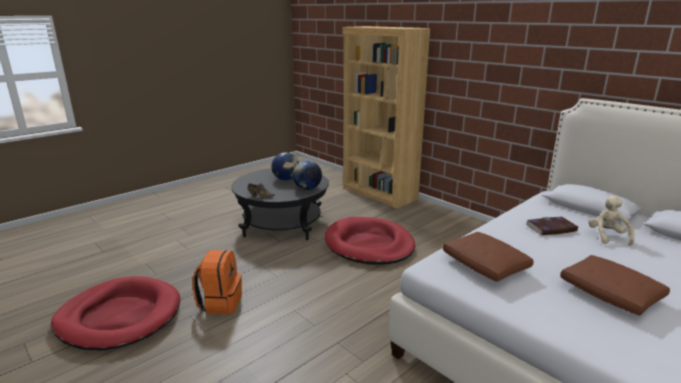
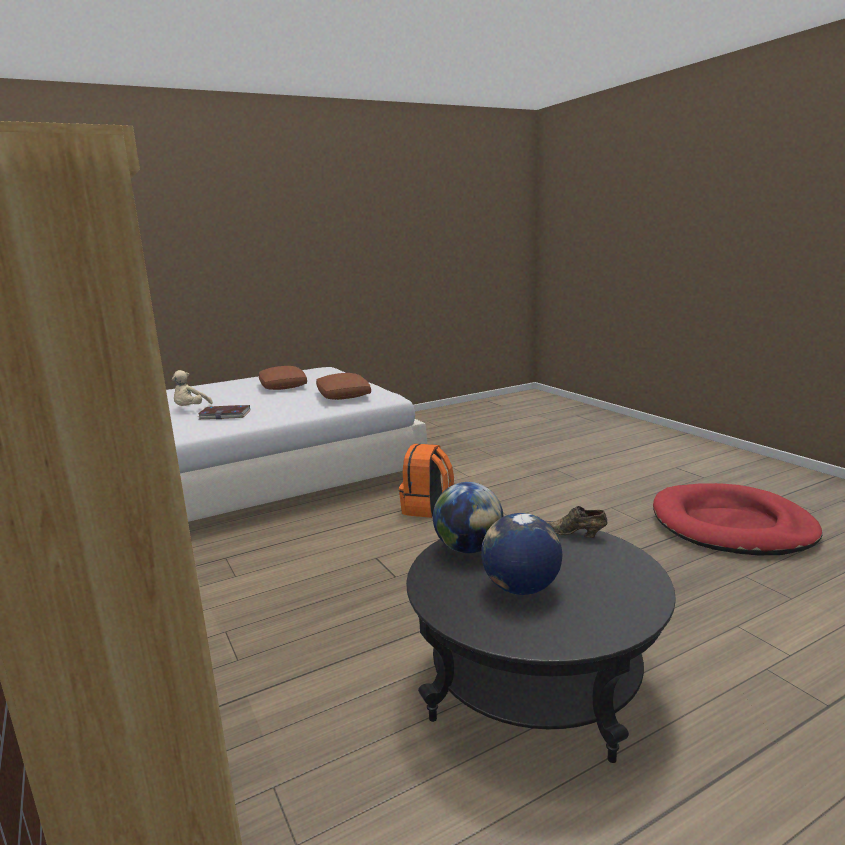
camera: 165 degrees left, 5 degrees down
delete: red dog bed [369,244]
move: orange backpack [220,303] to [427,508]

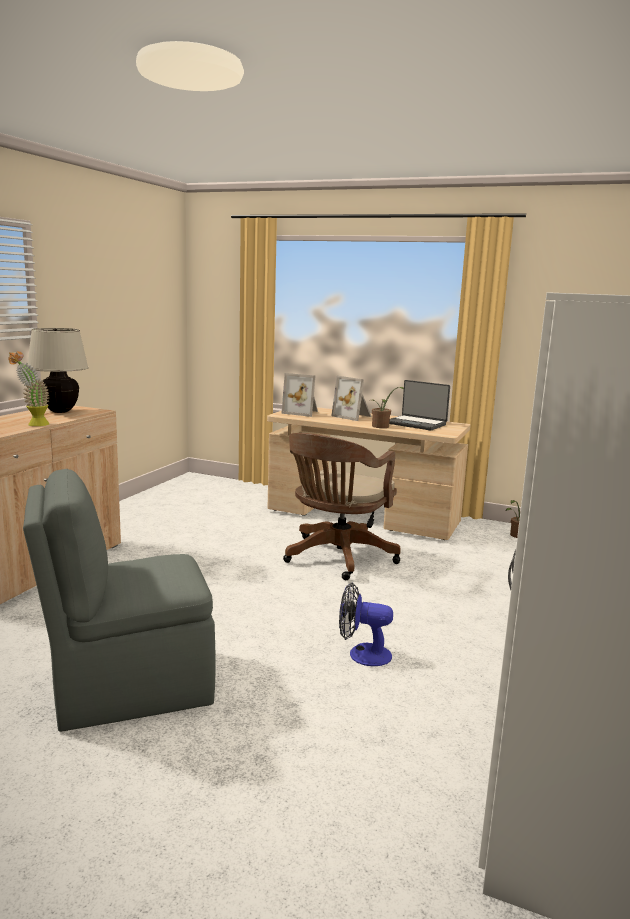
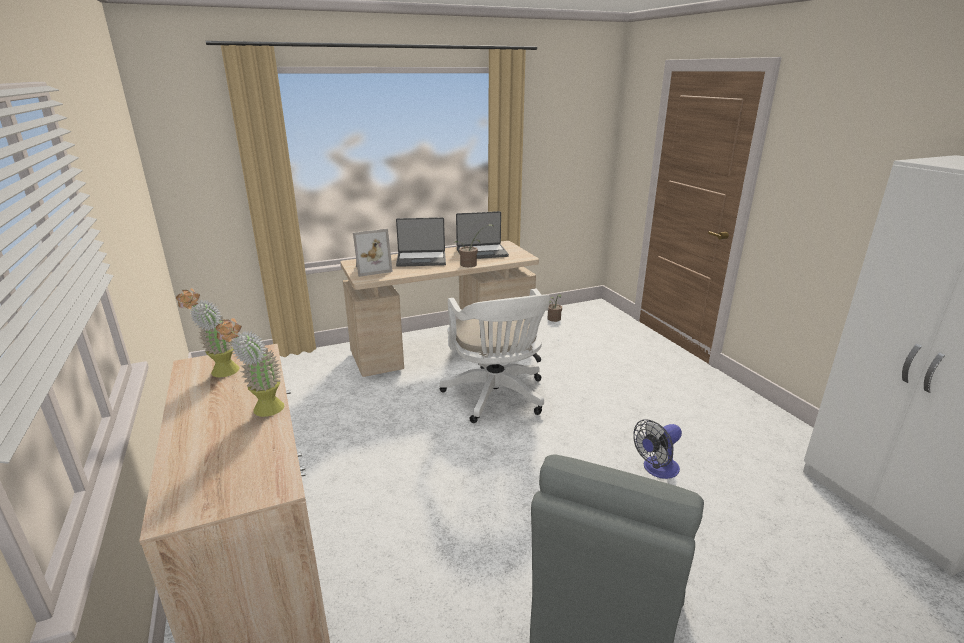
camera: 45 degrees left, 10 degrees up
replace: beige table lamp [60,411] to potted plant [220,374]; picture frame [353,416] to laptop [421,260]
recolor: brown office chair [337,558] to white office chair [497,397]

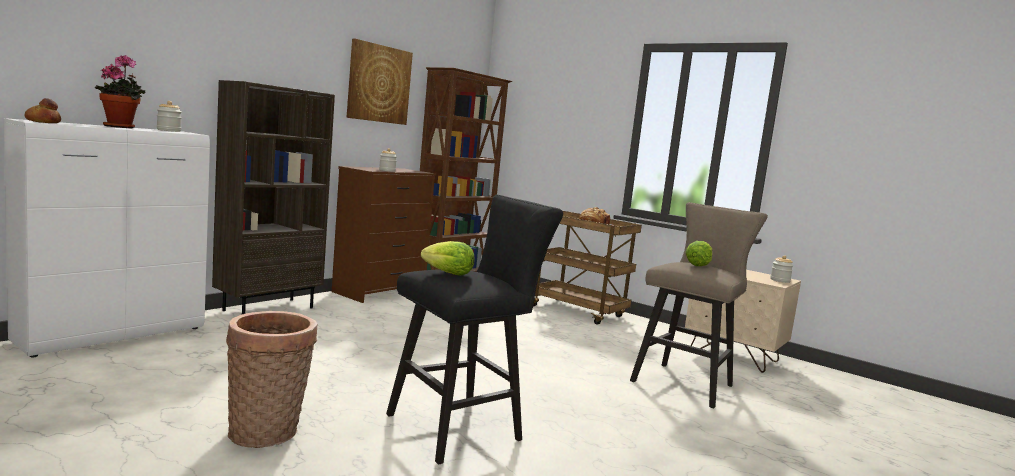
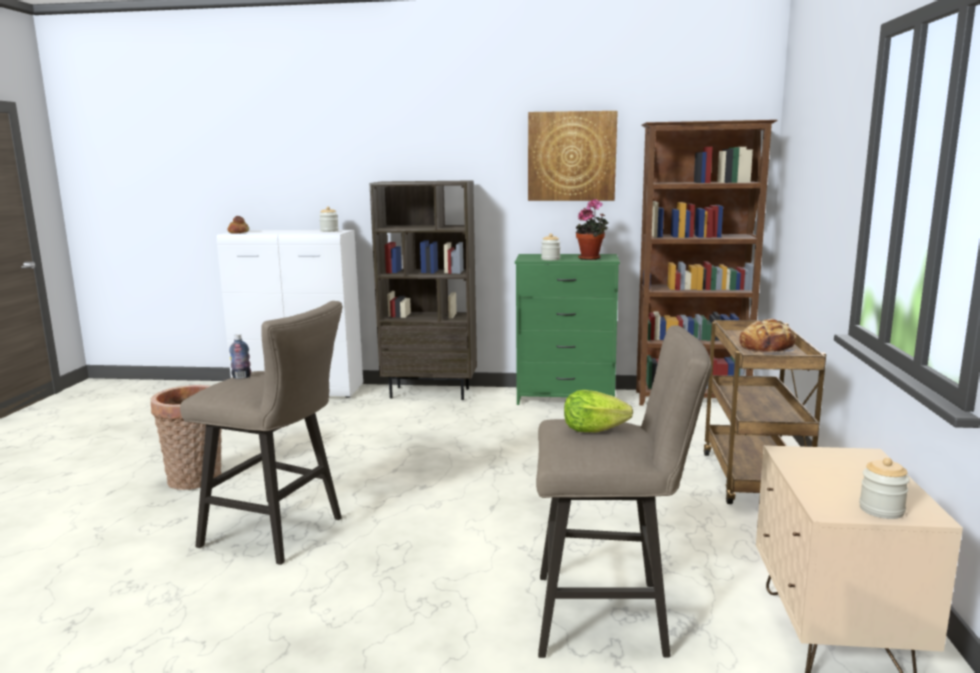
camera: 60 degrees right, 5 degrees up
move: potted plant [121,127] to [591,258]
replace: lettuce [448,274] to bottle [241,377]
recolor: black stool [462,427] to beige stool [281,533]; brown dresser [380,292] to green dresser [565,397]

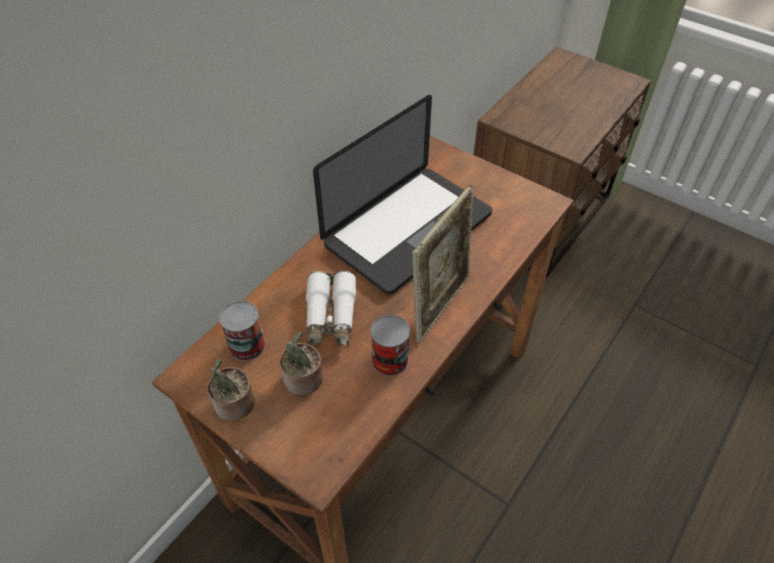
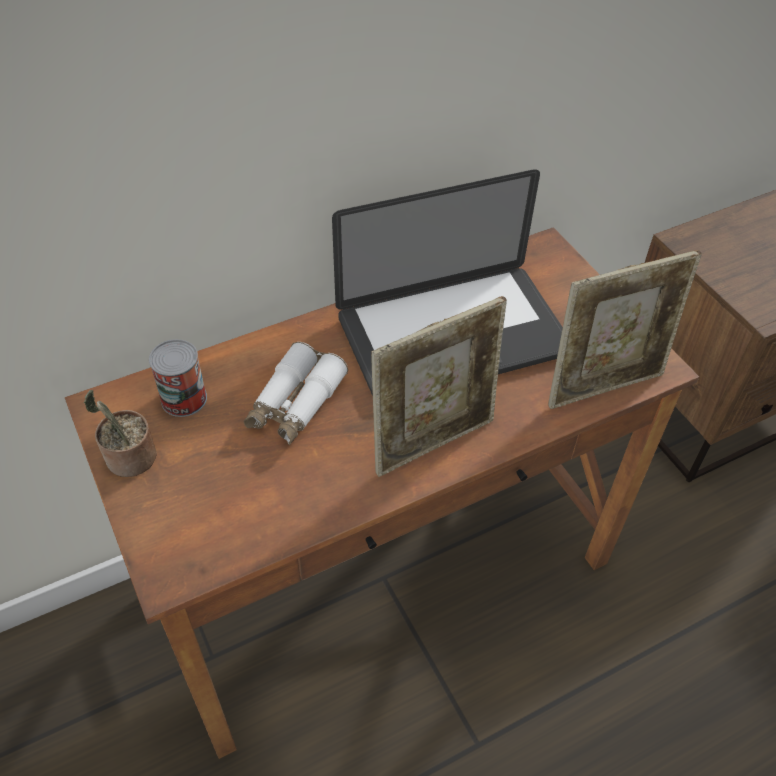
camera: 25 degrees right, 0 degrees up
delete: potted plant [304,381]; can [389,360]
insert: picture frame [604,385]

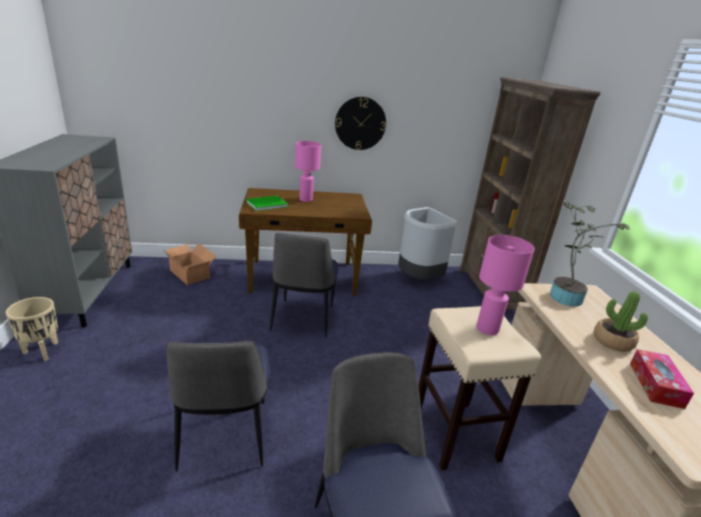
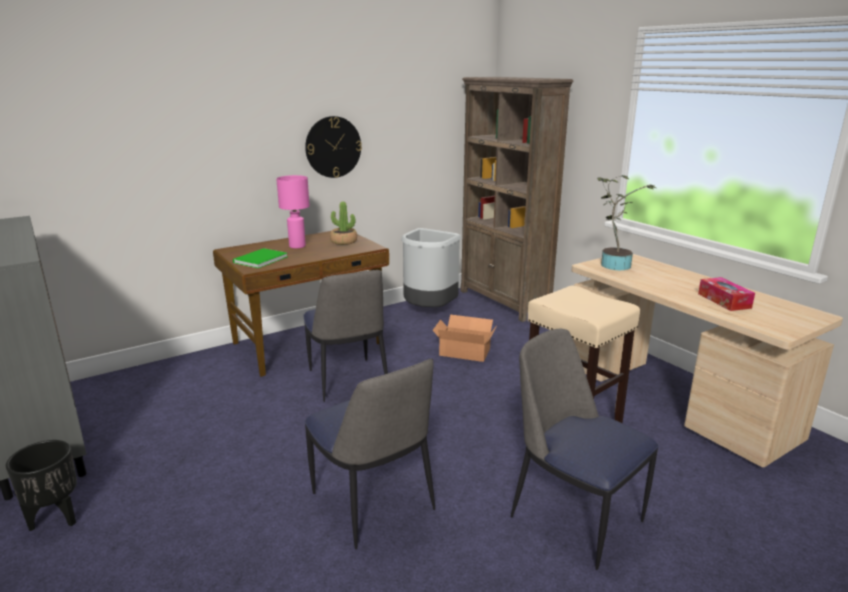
camera: 25 degrees left, 5 degrees down
delete: pink table lamp [487,329]
move: potted plant [612,341] to [343,242]; cardboard box [191,273] to [464,351]
recolor: beige planter [43,351] to black planter [56,518]

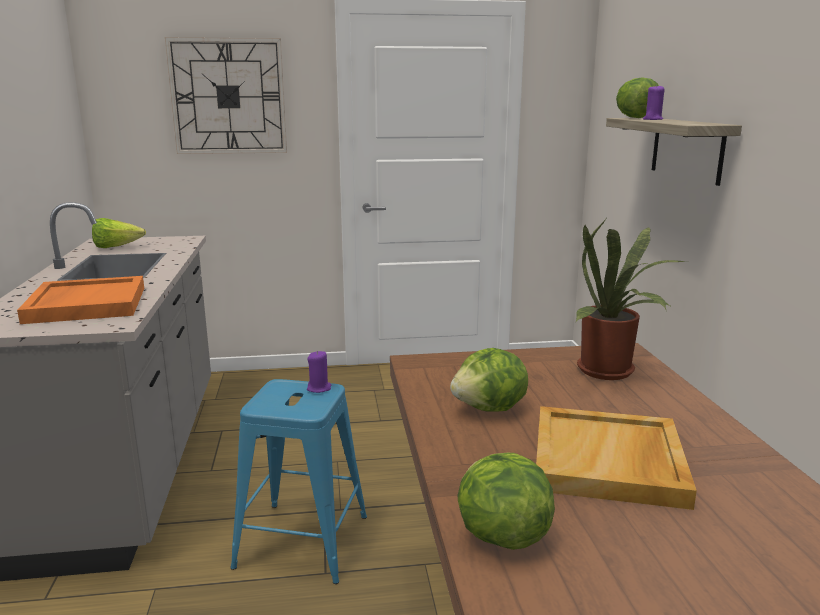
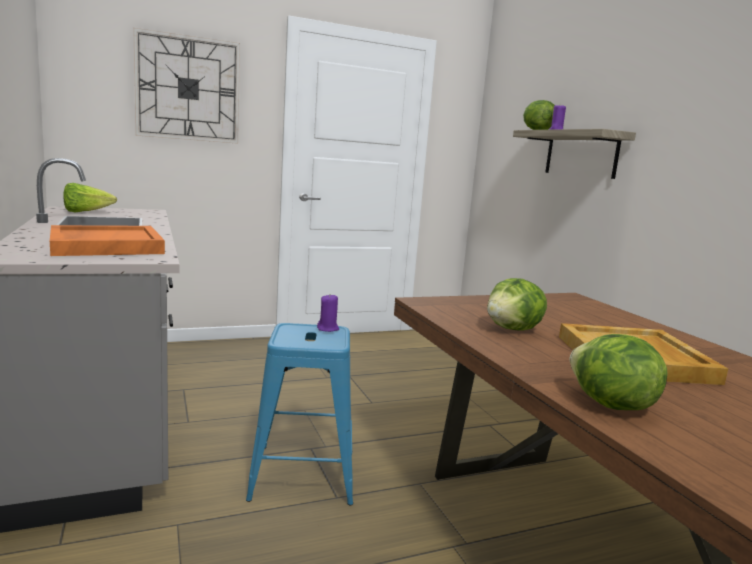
camera: 15 degrees left, 5 degrees down
delete: potted plant [611,372]

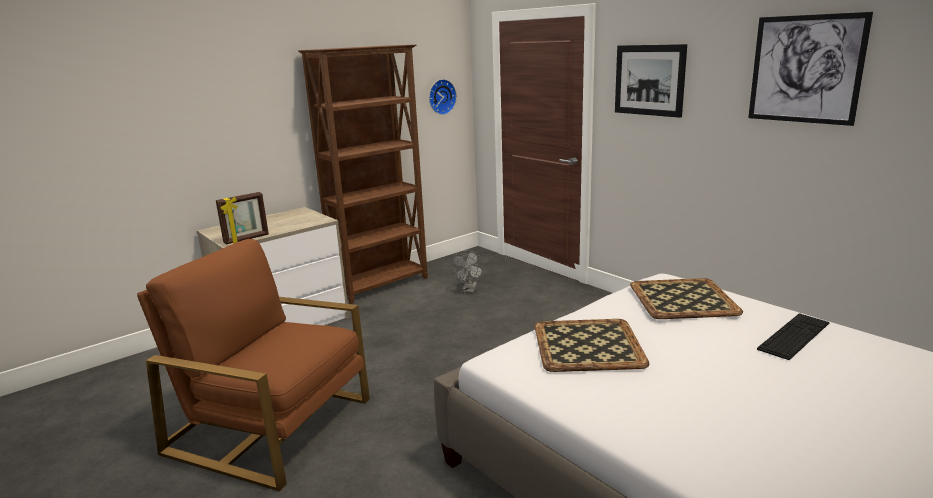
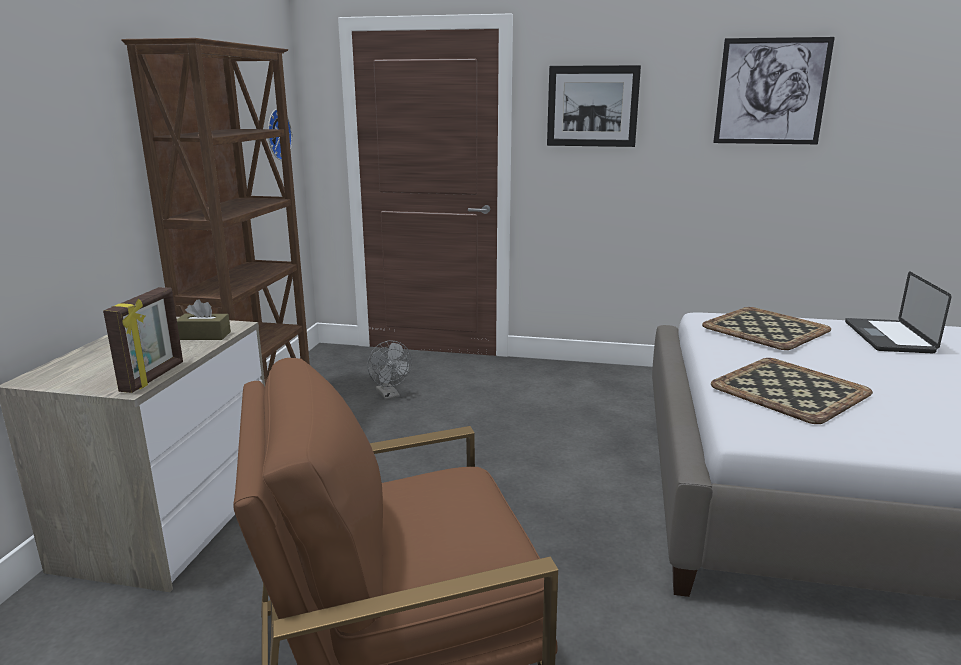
camera: 40 degrees left, 0 degrees up
insert: brown tissue box [204,336]
replace: keyboard [794,336] to laptop [888,337]

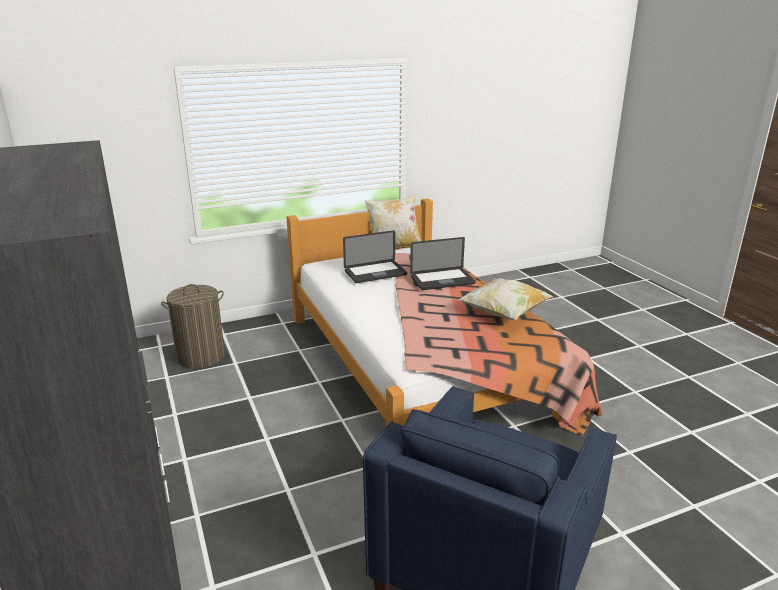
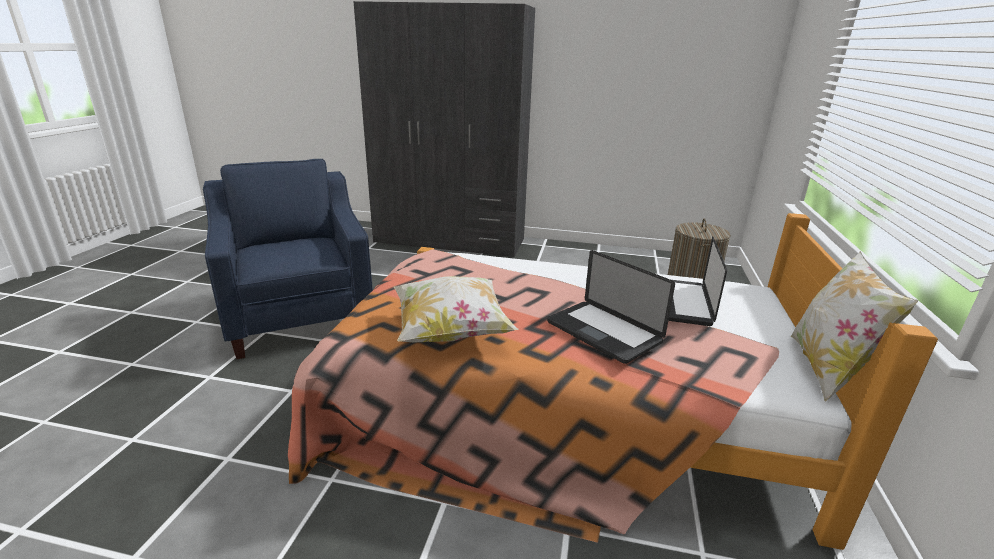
camera: 125 degrees right, 0 degrees up
rotate: laptop [442,280] = [603,332] 60 degrees counterclockwise

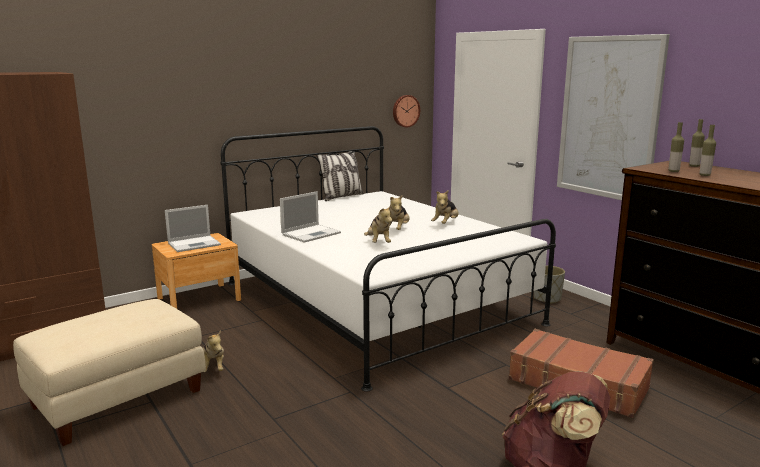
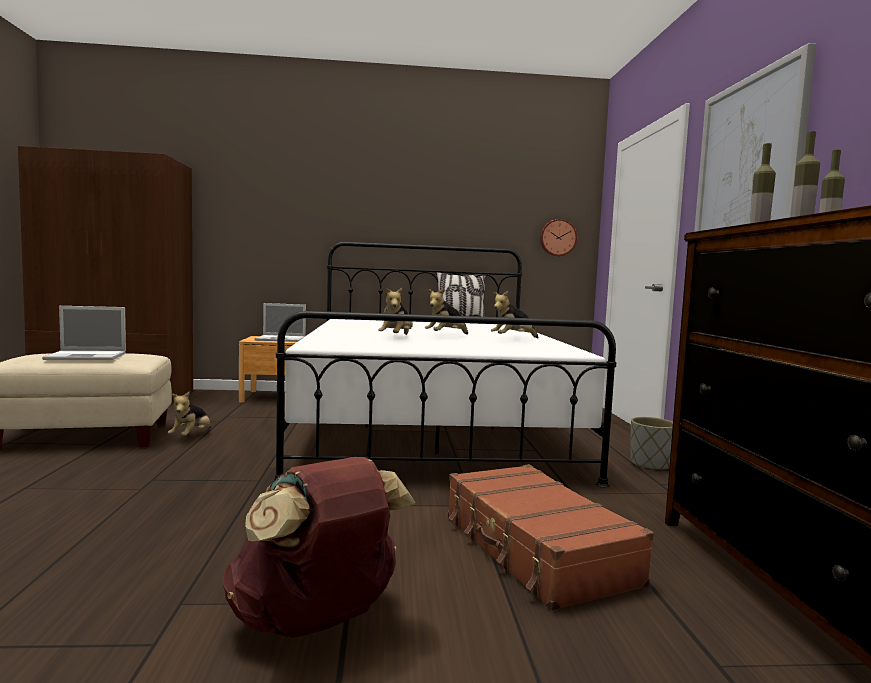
camera: 30 degrees right, 10 degrees down
move: laptop [312,233] to [88,356]

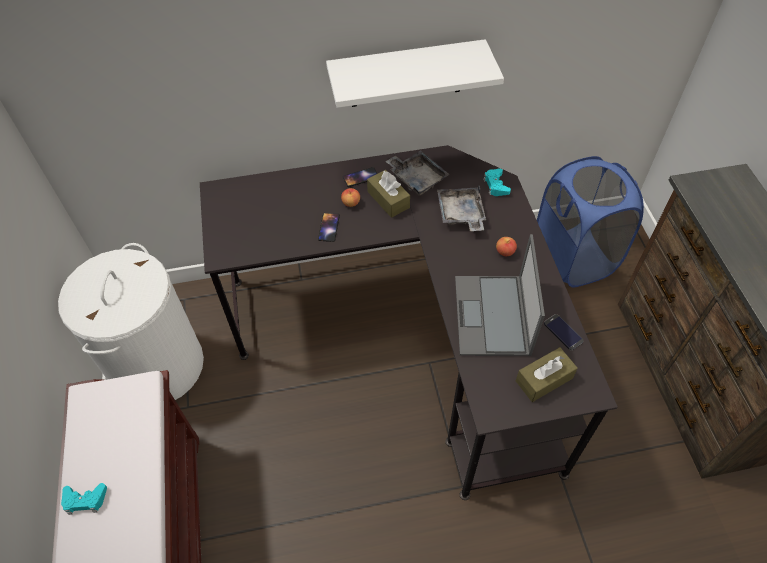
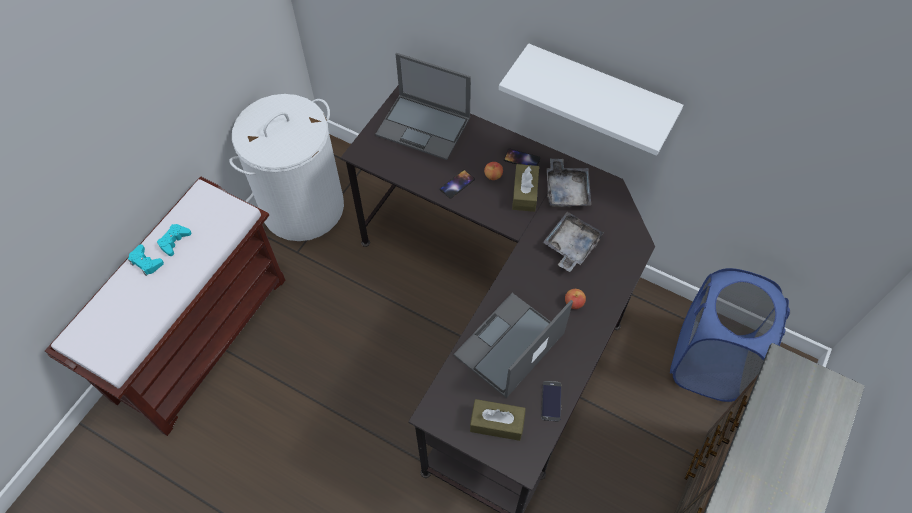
camera: 40 degrees right, 5 degrees up
insert: laptop [424,127]
move: turquoise game controller [495,185] to [174,241]

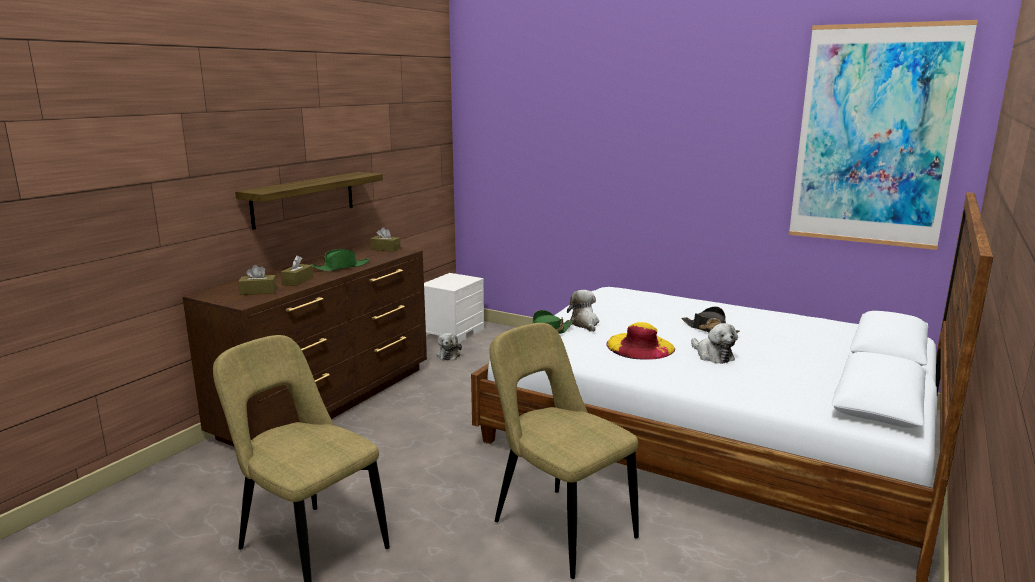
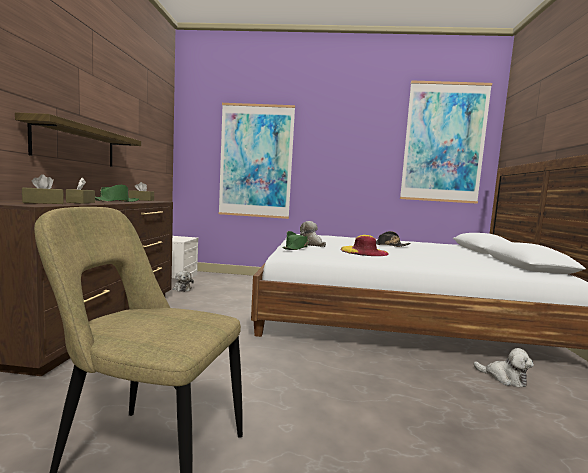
camera: 25 degrees left, 10 degrees down
delete: beige chair [559,527]
insert: picture [256,161]
move: plush toy [712,356] to [504,378]

